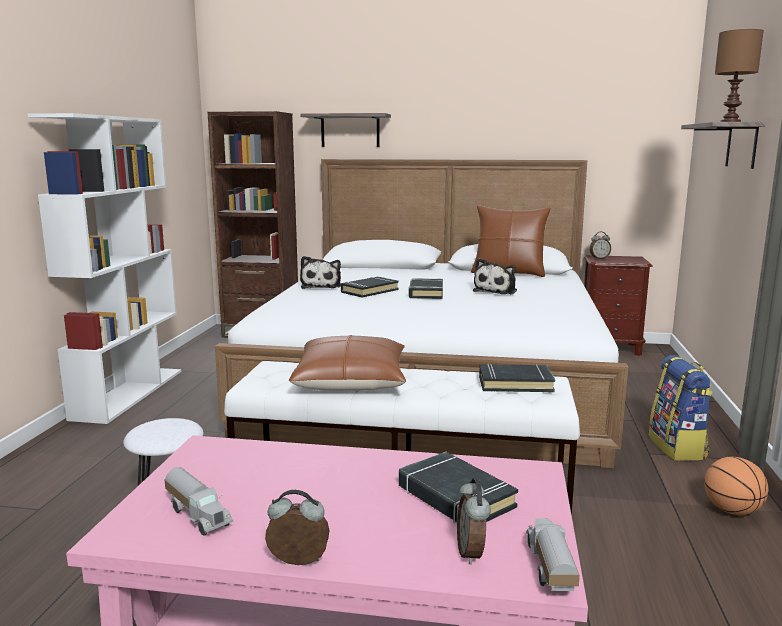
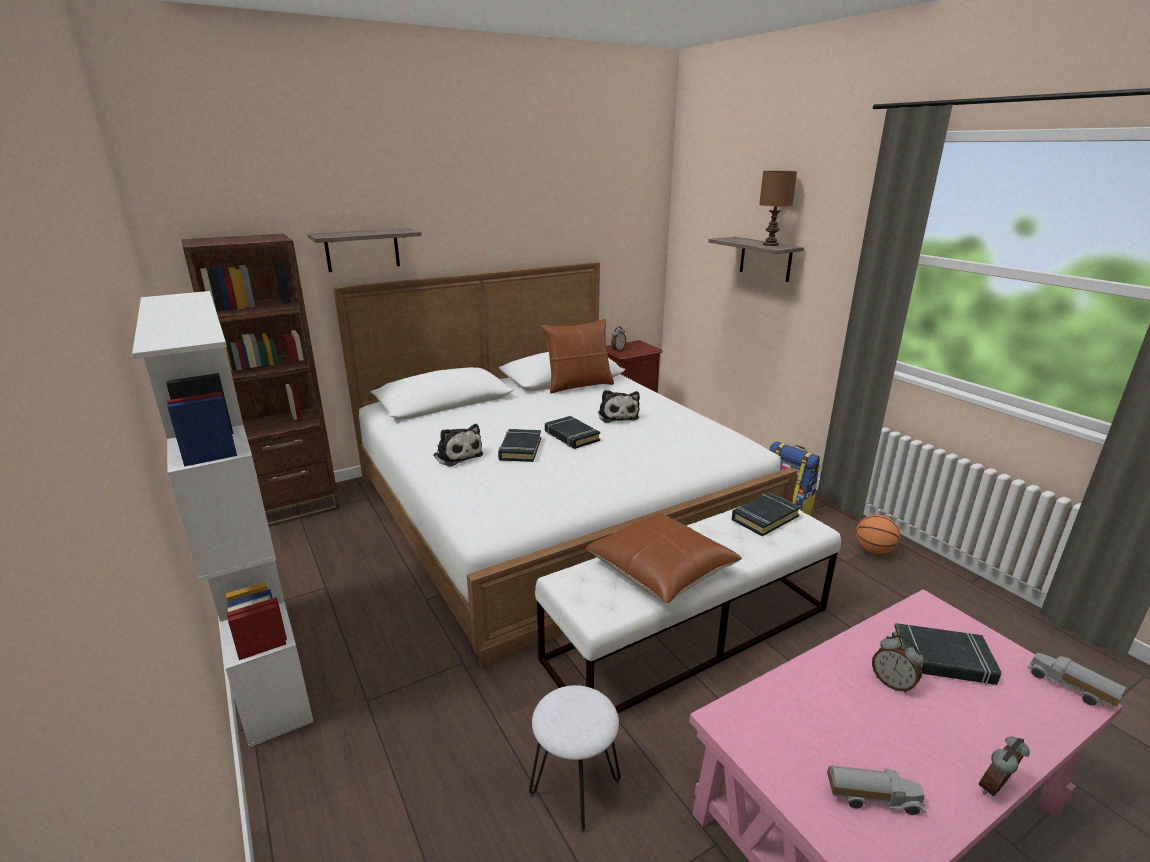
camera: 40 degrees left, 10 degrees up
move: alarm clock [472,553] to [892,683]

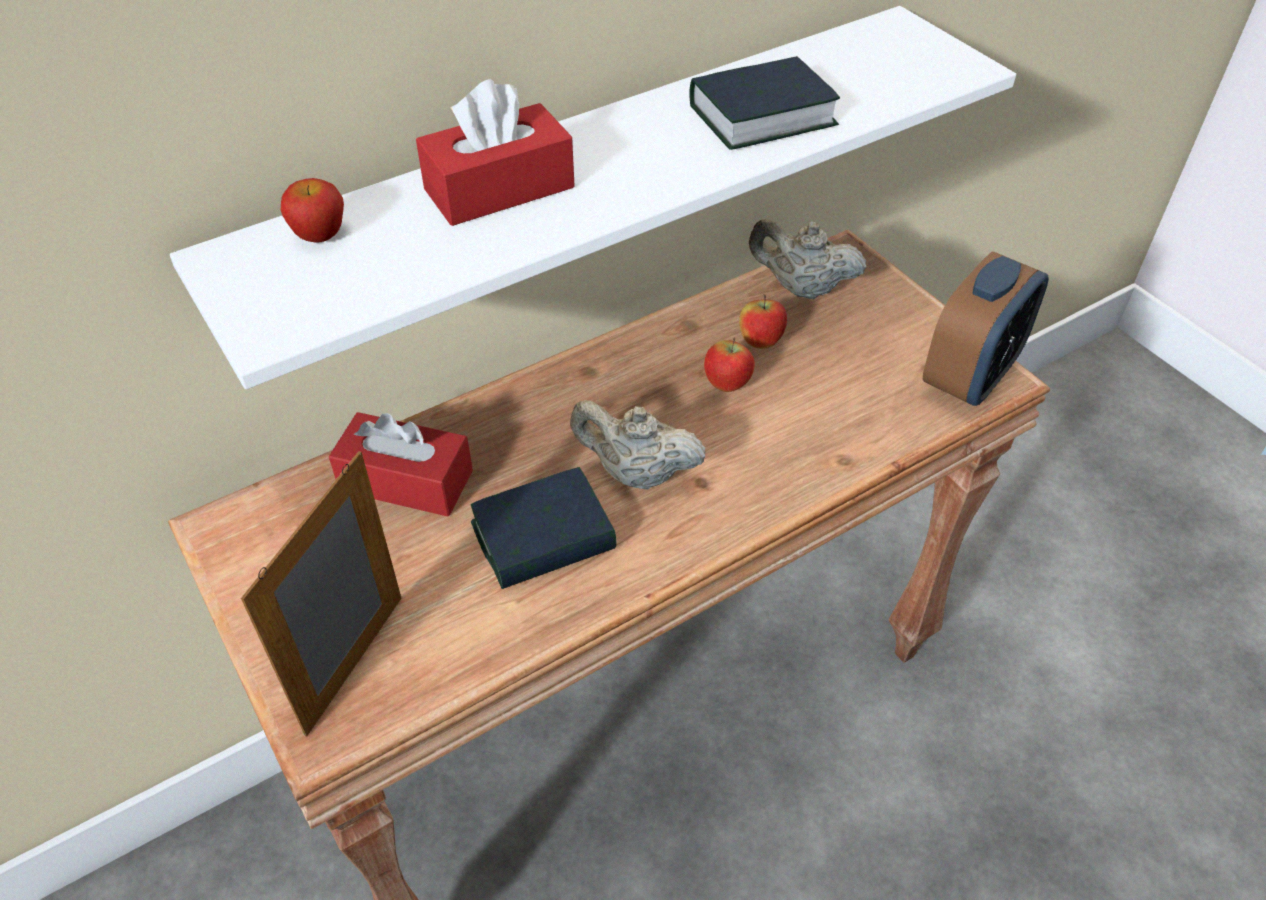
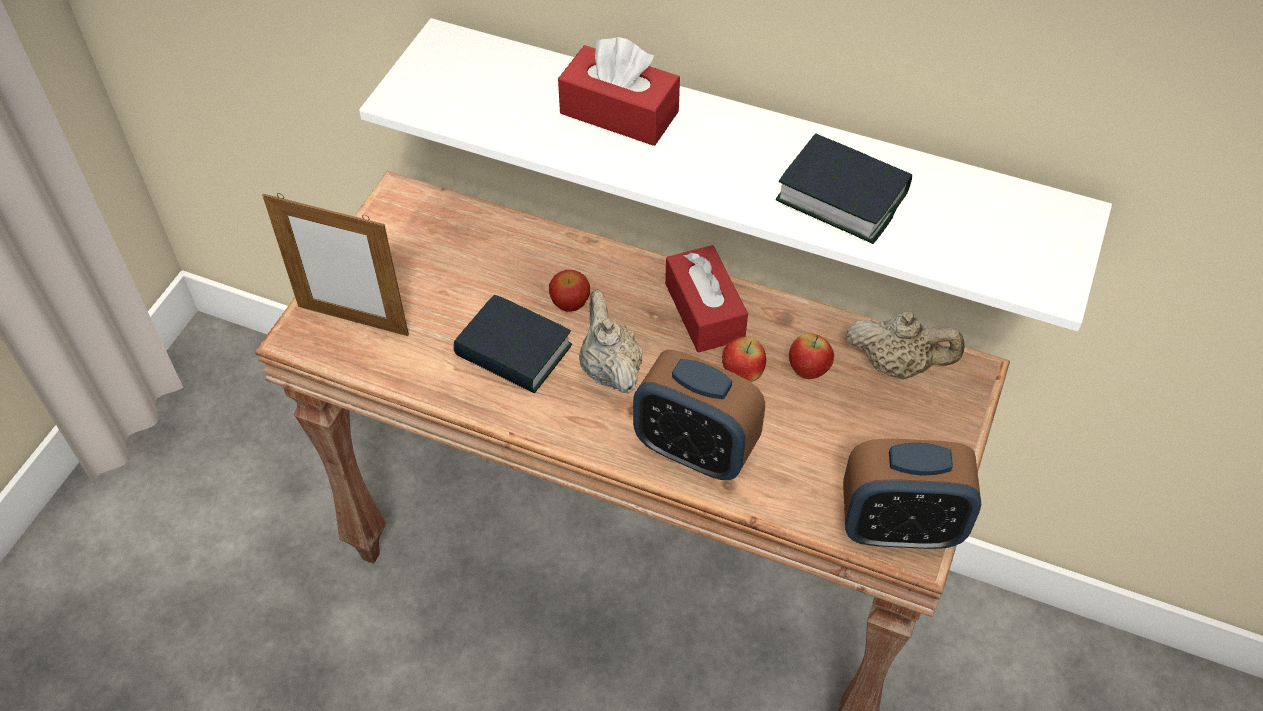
camera: 55 degrees right, 5 degrees up
insert: alarm clock [695,450]
move: apple [319,235] to [570,303]; red tissue box [406,481] to [704,311]
rotate: picture frame [355,663] = [353,320] 150 degrees counterclockwise; beige teapot [801,288] = [897,365] 120 degrees clockwise

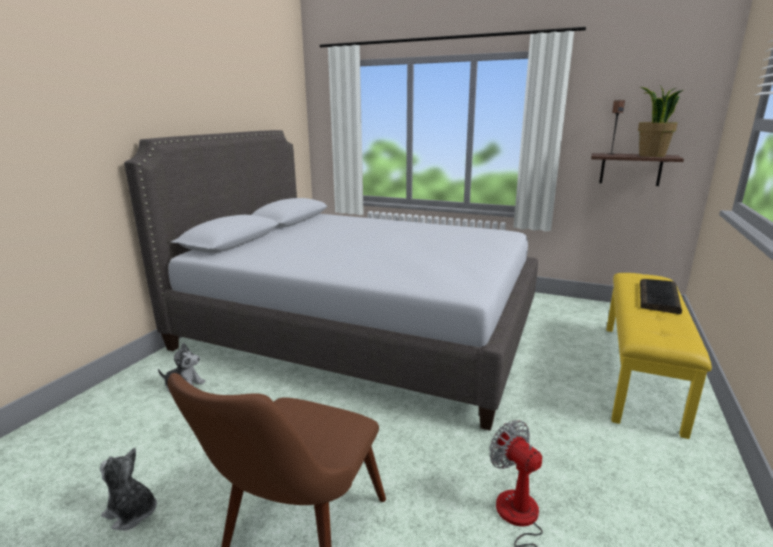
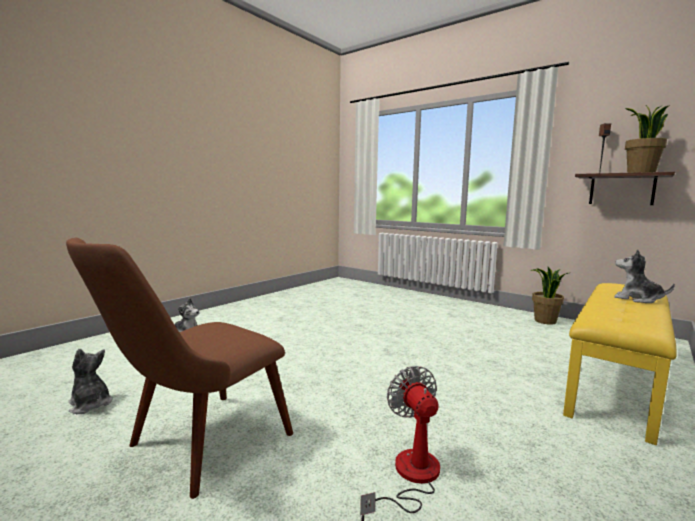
camera: 15 degrees right, 10 degrees down
delete: grey bed [360,330]
insert: potted plant [545,321]
replace: keyboard [659,297] to plush toy [637,299]

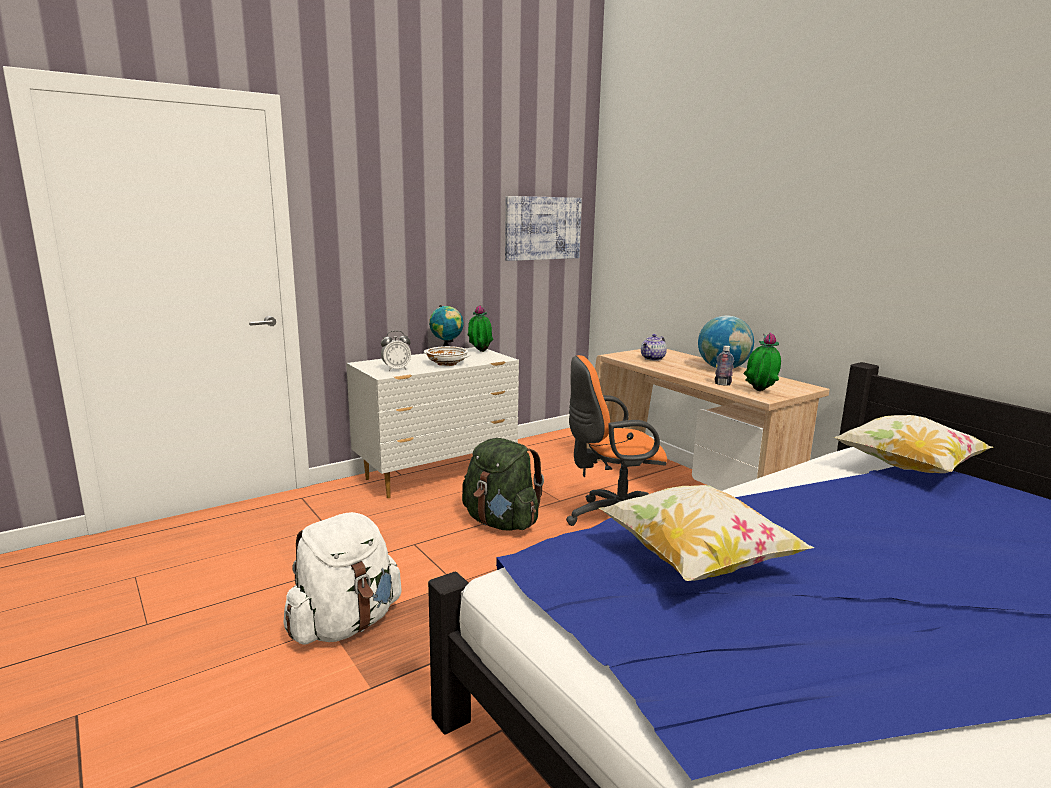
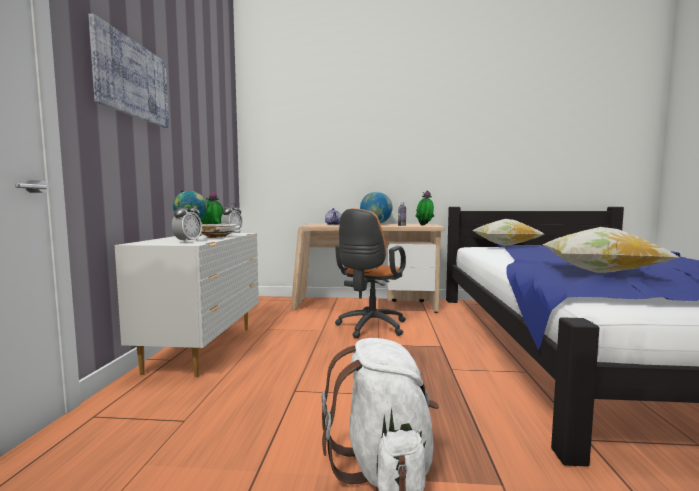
camera: 50 degrees left, 10 degrees down
delete: green backpack [501,522]
insert: alarm clock [232,233]
move: picture [542,228] to [132,79]

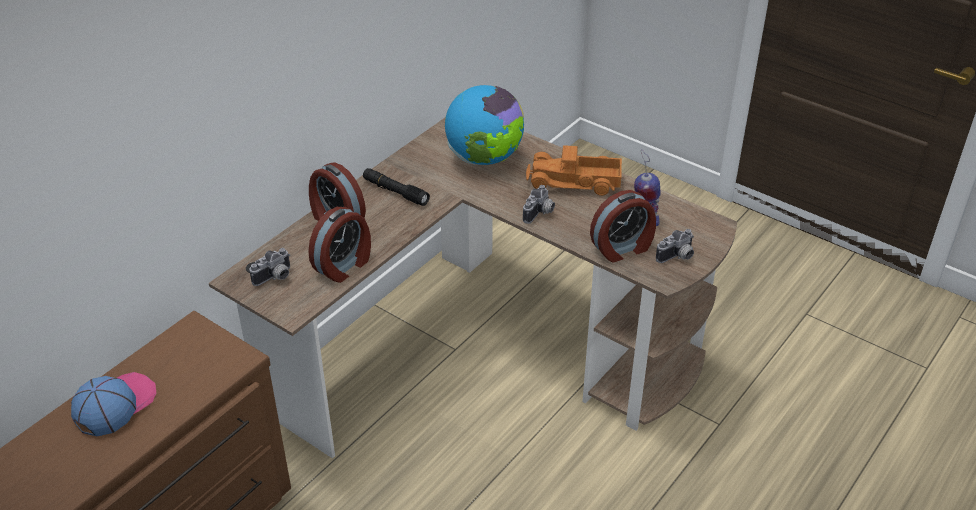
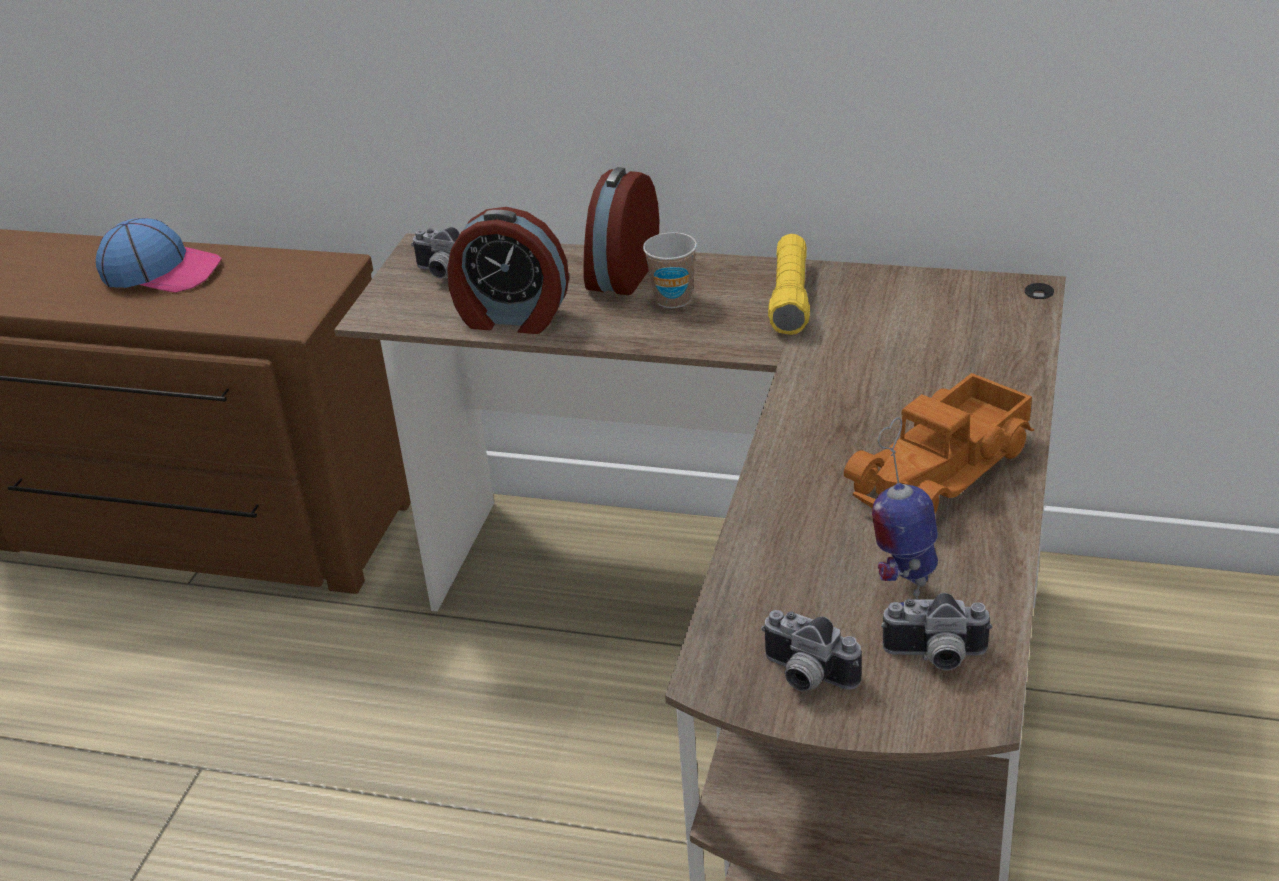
camera: 70 degrees right, 5 degrees down
delete: black flashlight [395,192]; globe [484,158]; alarm clock [622,248]
insert: cup [673,299]; yellow flashlight [790,298]
move: photo camera [540,213] to [935,657]
rotate: toy truck [574,182] = [944,470] 120 degrees counterclockwise

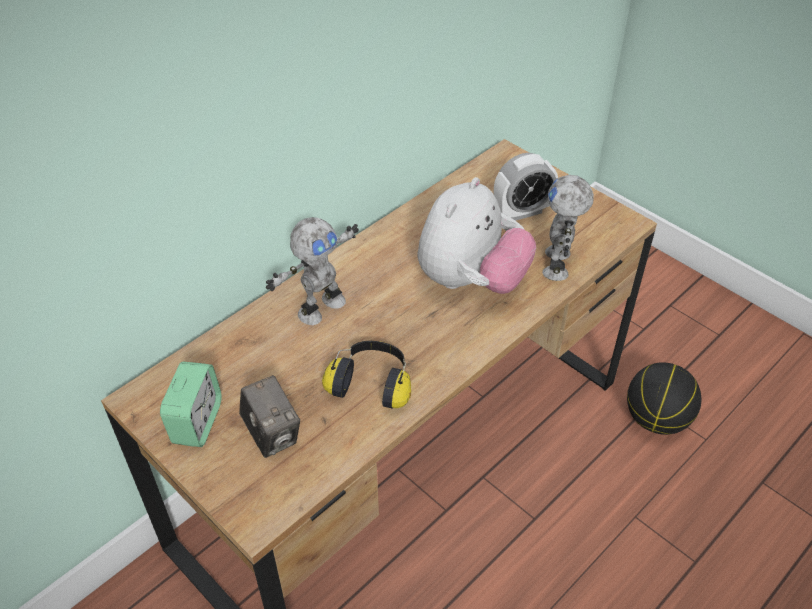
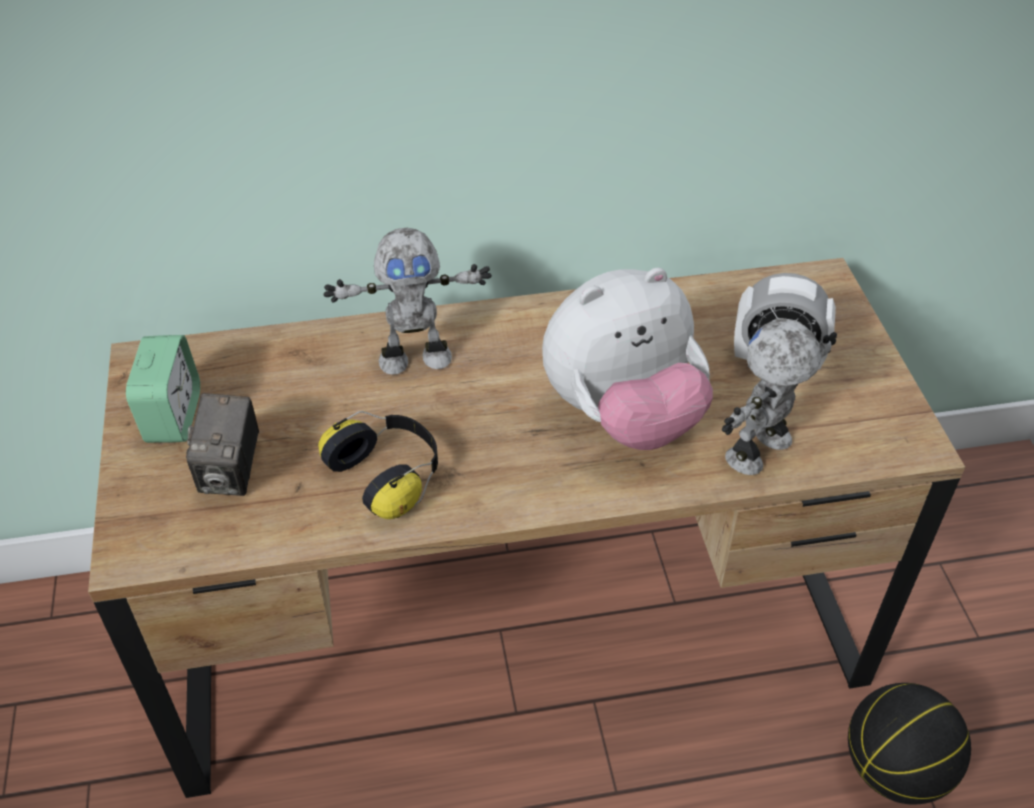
camera: 35 degrees right, 0 degrees up
rotate: alarm clock [197,422] = [173,416] 45 degrees counterclockwise

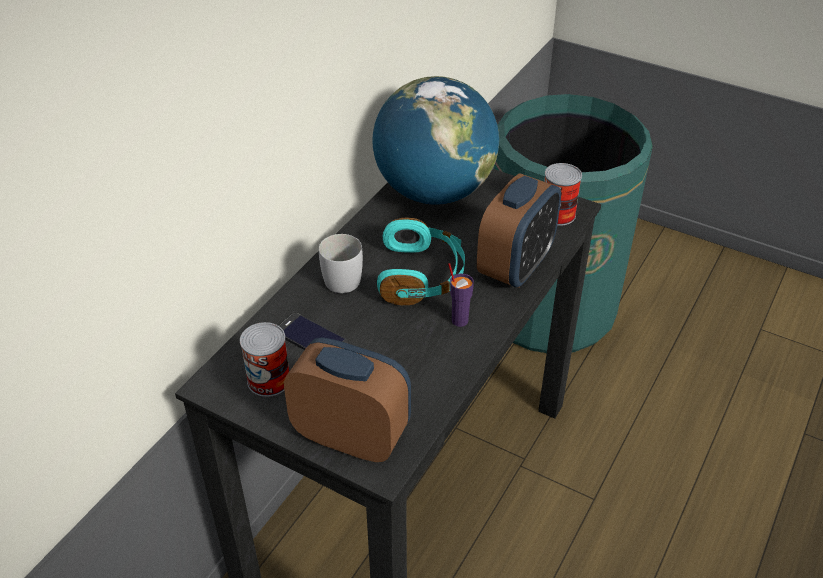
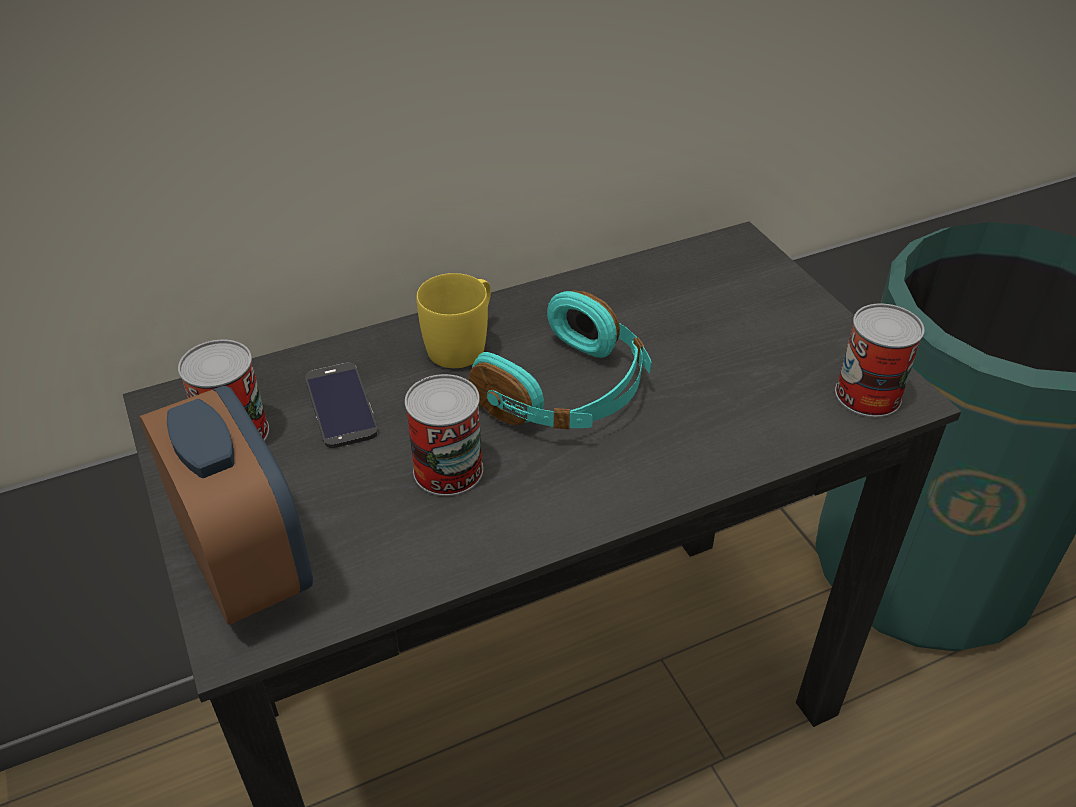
camera: 35 degrees right, 0 degrees up
delete: globe [434,192]; purple cup [459,320]; alarm clock [515,267]
insert: can [448,470]
recolor: white mug [342,276] to yellow mug [463,343]

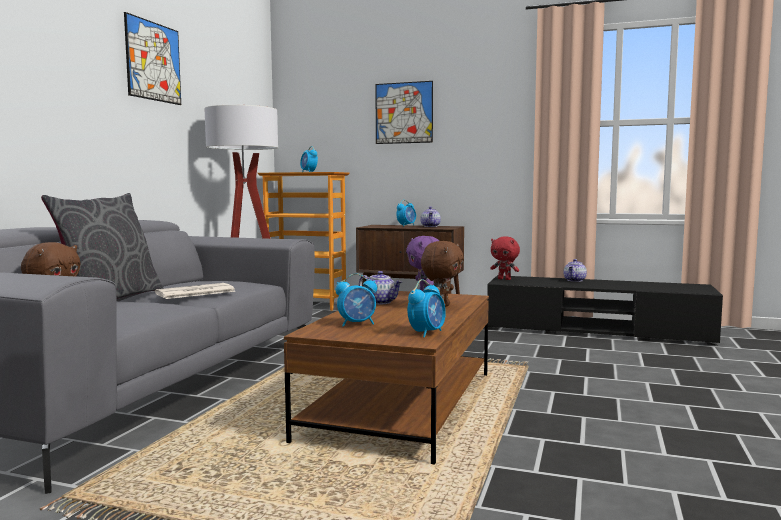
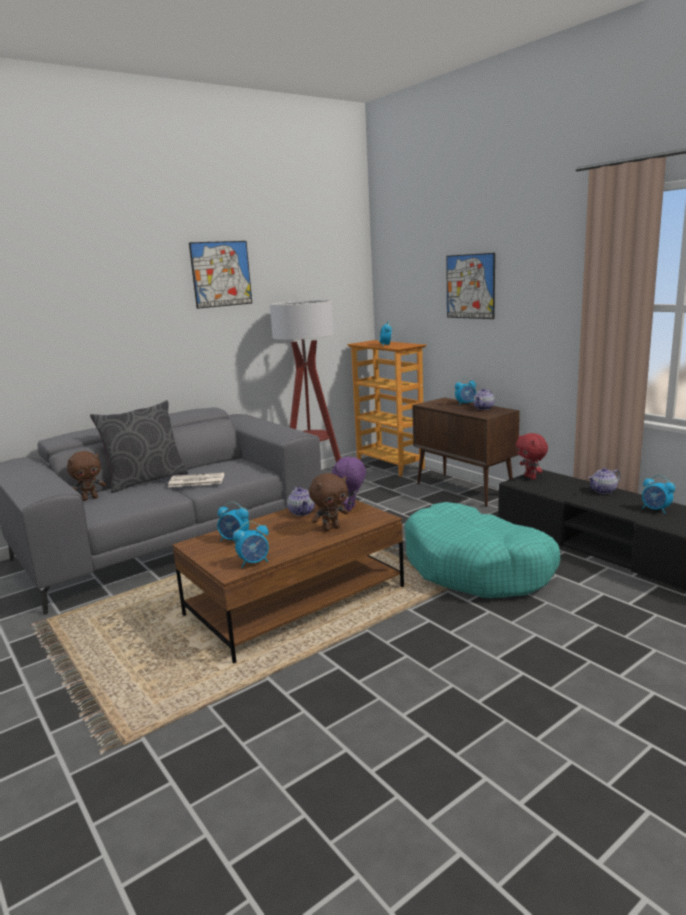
camera: 35 degrees right, 10 degrees up
insert: turquoise dog bed [477,568]; alarm clock [655,510]

